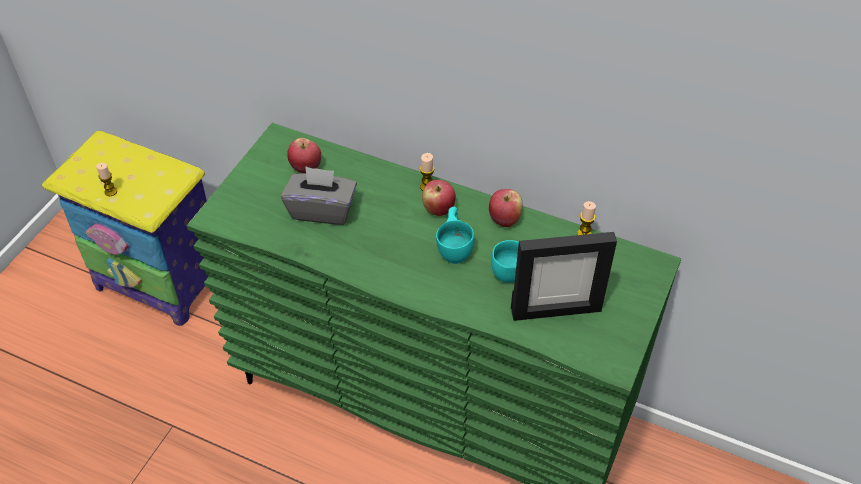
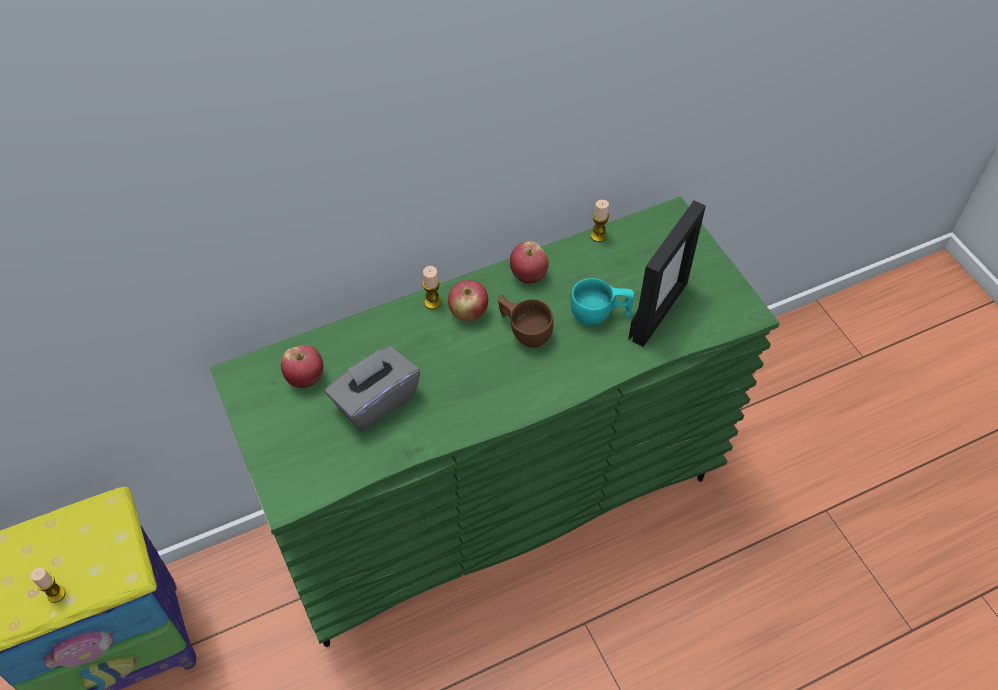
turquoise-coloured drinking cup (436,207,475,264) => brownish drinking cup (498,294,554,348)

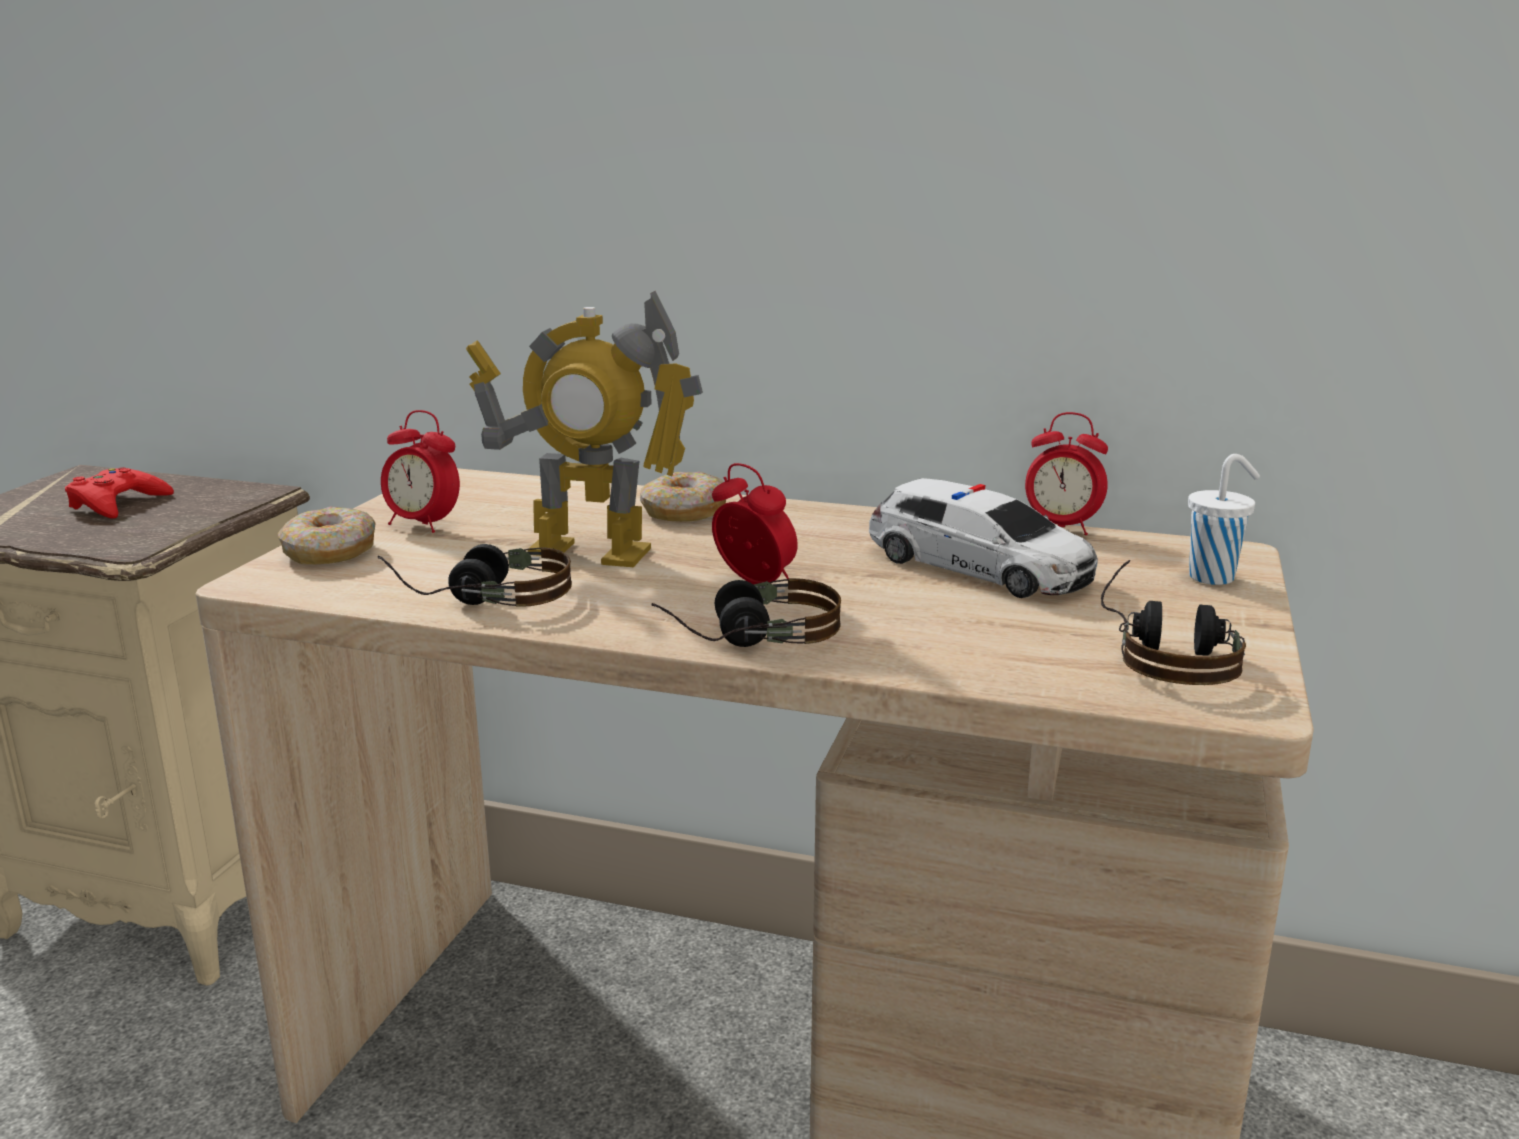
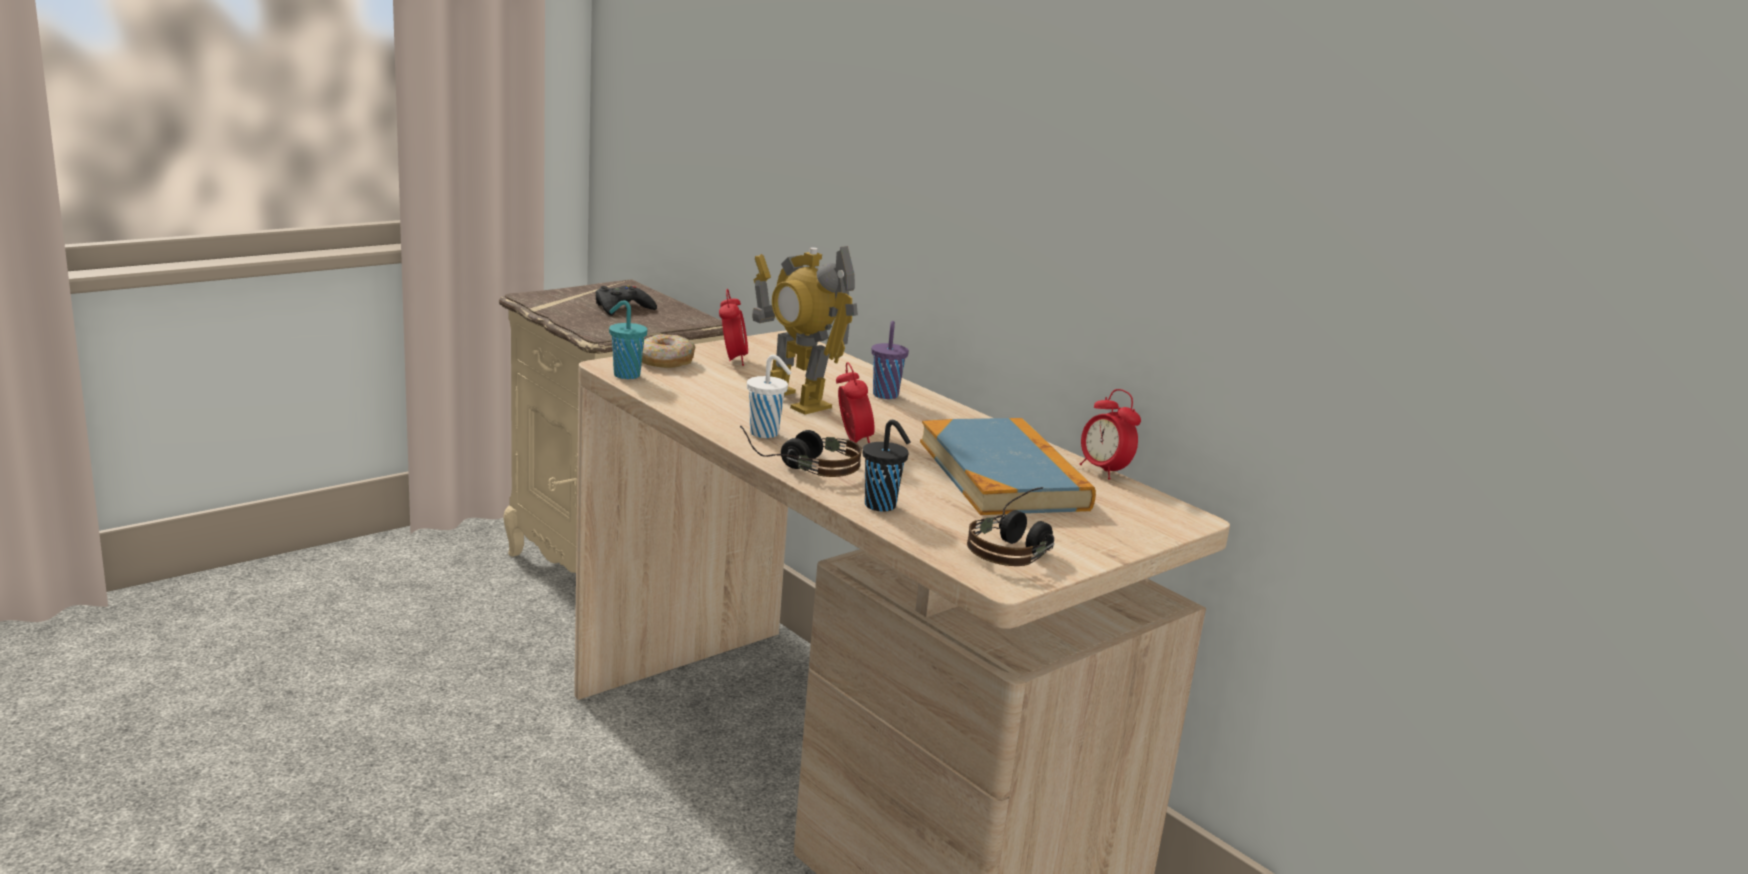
reddish gamepad (65,467,174,518) => black gamepad (595,286,657,316)
nothing => turquoise-coloured drinking cup (609,300,647,379)
bedside clock (381,410,460,533) => bedside clock (719,289,748,366), 150 degrees counterclockwise
whitish drinking cup (1188,454,1260,585) => whitish drinking cup (747,355,792,438), move
nothing => black drinking cup (863,420,911,512)
ring doughnut (640,471,726,522) => purple-coloured drinking cup (871,321,909,399)
model car (869,478,1098,598) => volume (920,418,1096,515)
headset (377,544,572,607) => nothing

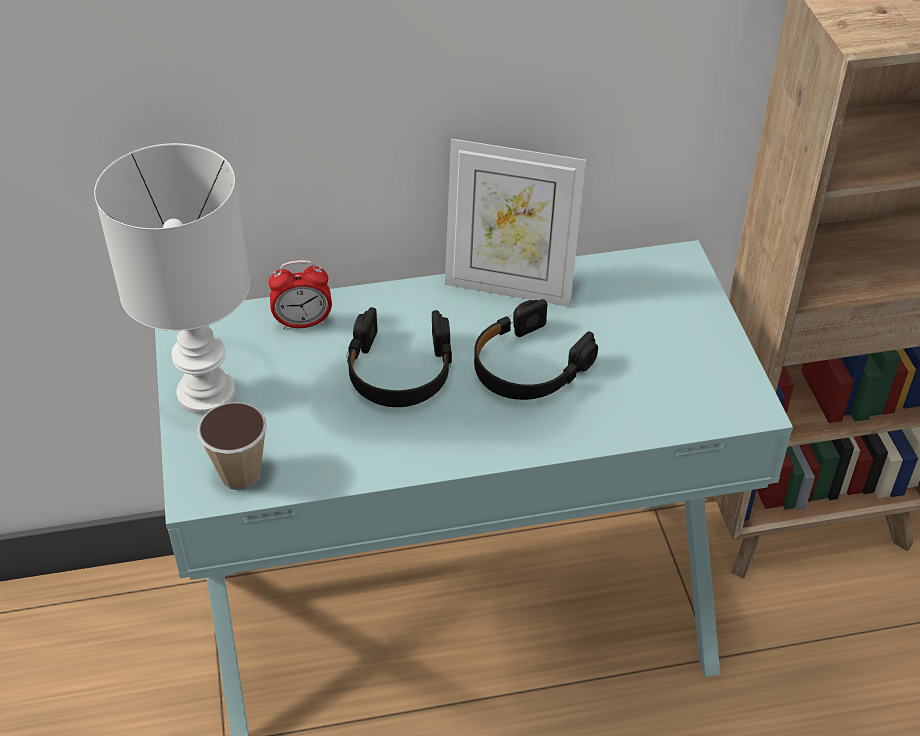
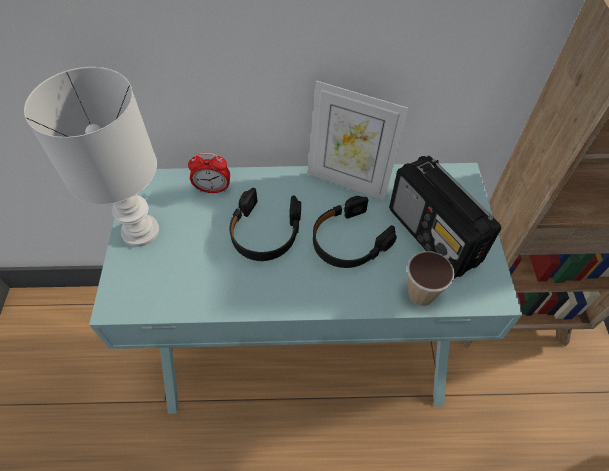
nothing => radio set (389,156,501,279)
drinking cup (197,402,267,490) => drinking cup (407,251,455,306), move

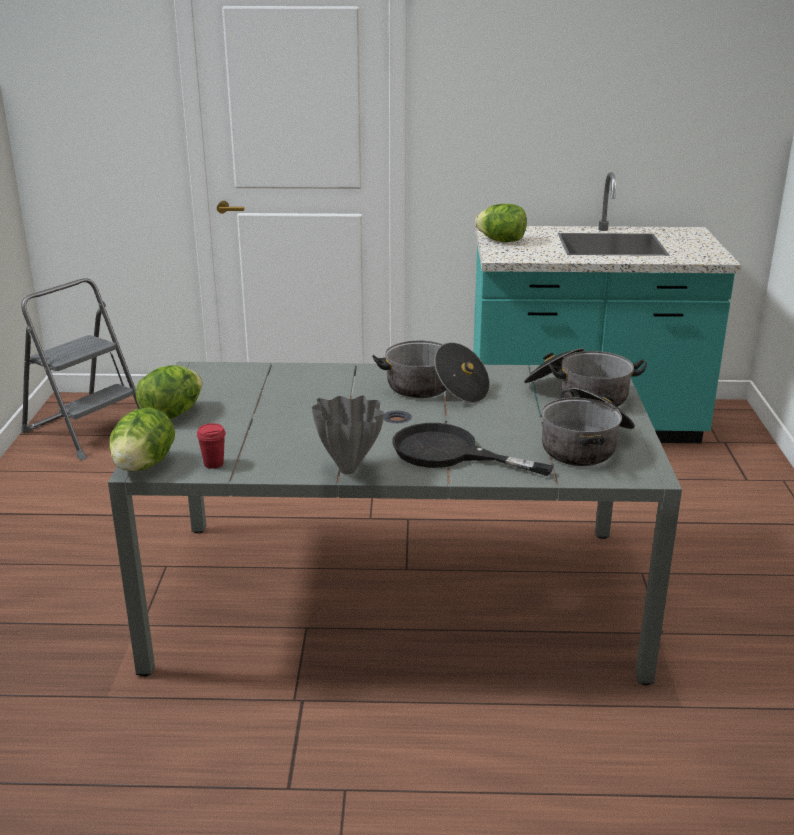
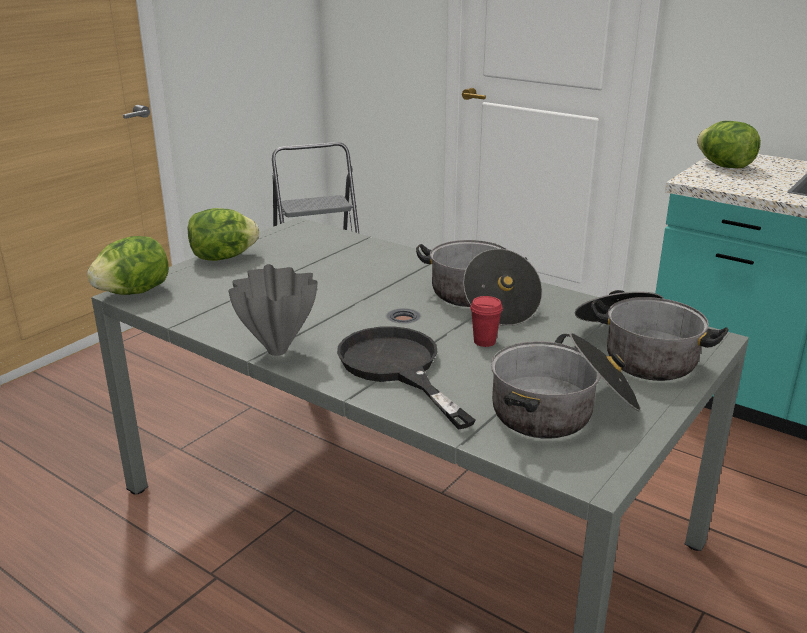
reddish drinking cup (197,423,226,469) => reddish drinking cup (470,296,503,347), move

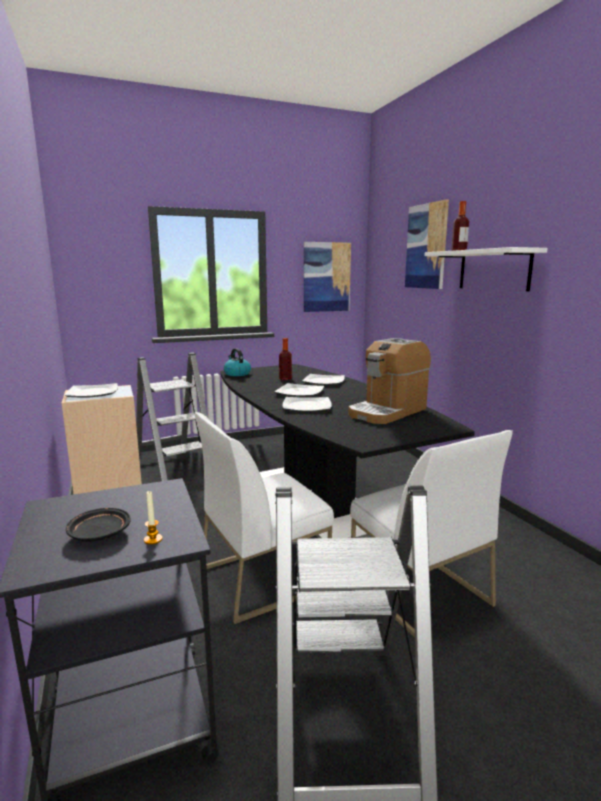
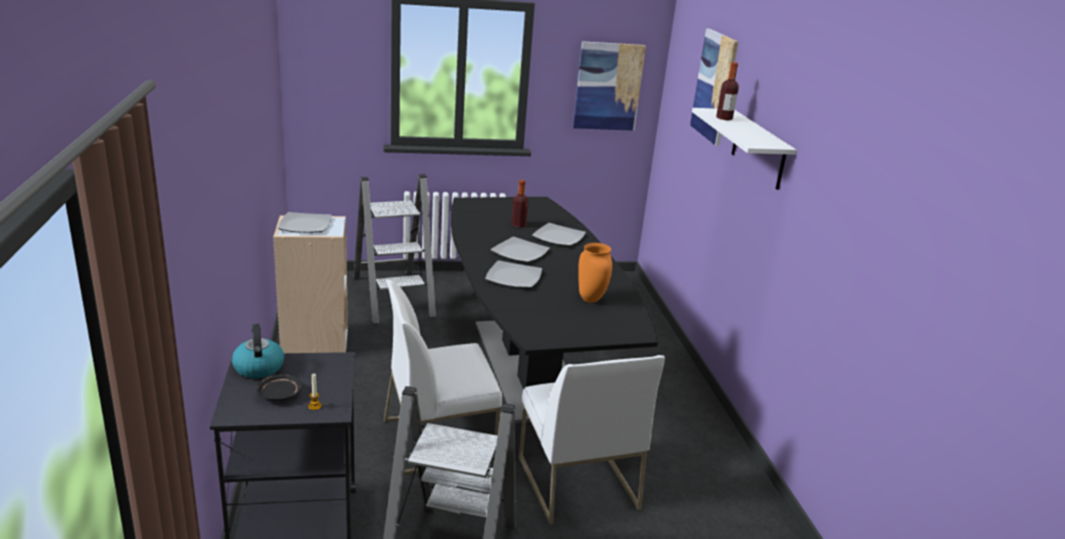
water kettle (224,348,251,376) => water kettle (232,324,284,378), move
coffee maker (348,338,431,424) => orangey flower vase (578,243,612,303)

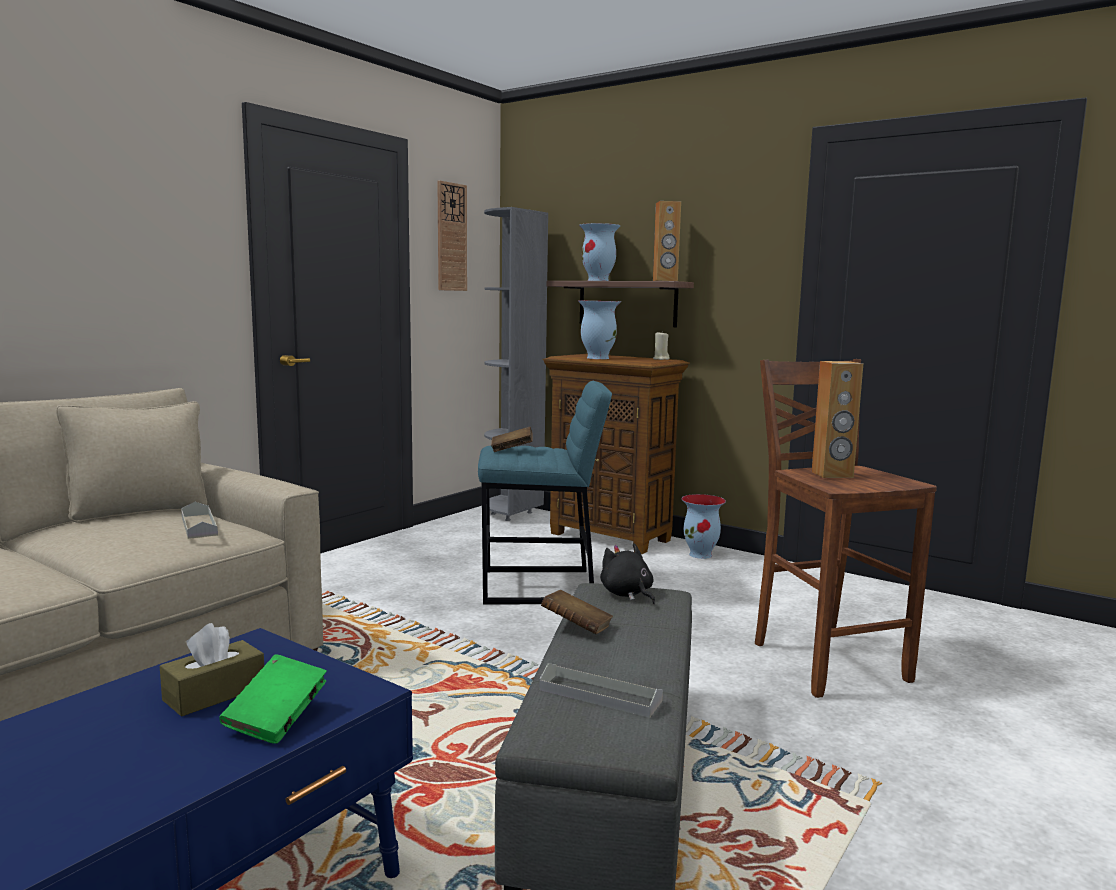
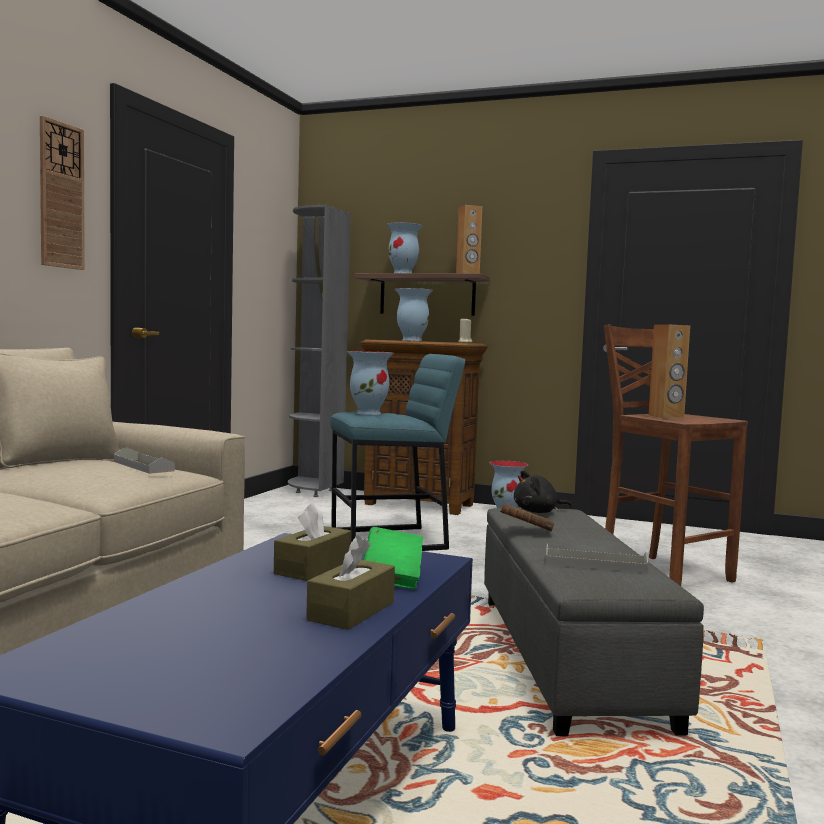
wall clock (437,180,467,291) => wall clock (40,116,85,270), move
nothing => brownish tissue box (306,535,395,630)
brownish volume (491,427,533,452) => flower vase (347,351,394,415)
black plush toy (600,543,655,604) => black plush toy (514,471,572,513), 60 degrees counterclockwise

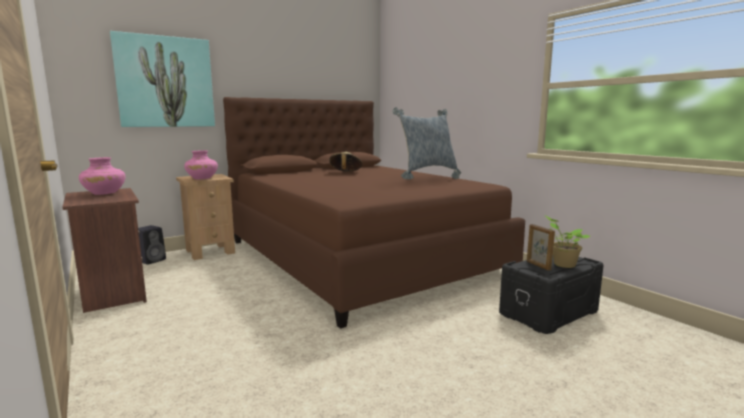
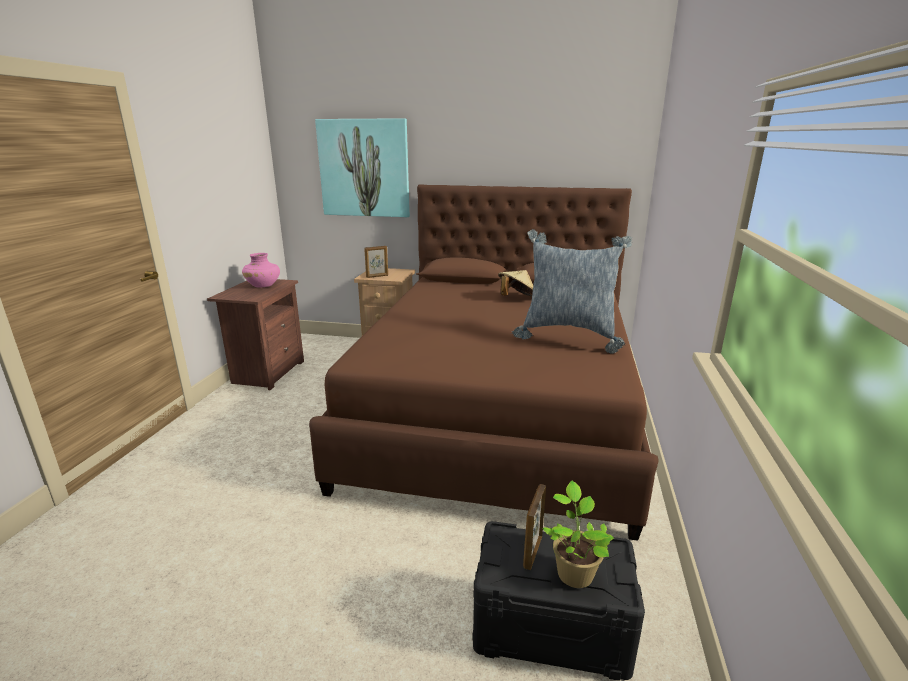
pink flower vase (184,150,218,179) => picture frame (364,246,388,278)
black speaker (138,225,166,265) => nothing

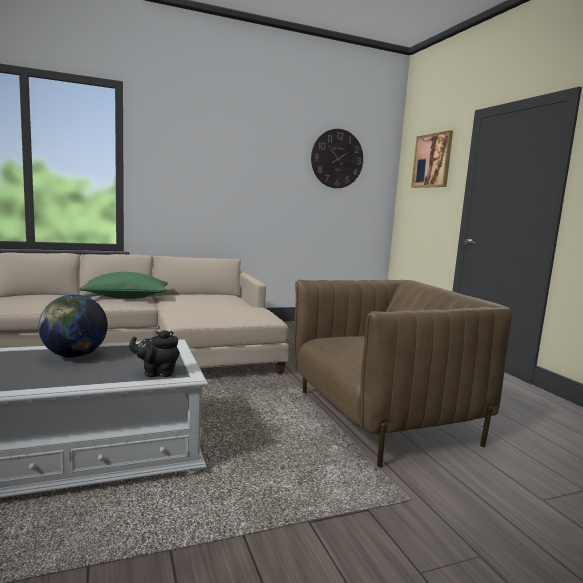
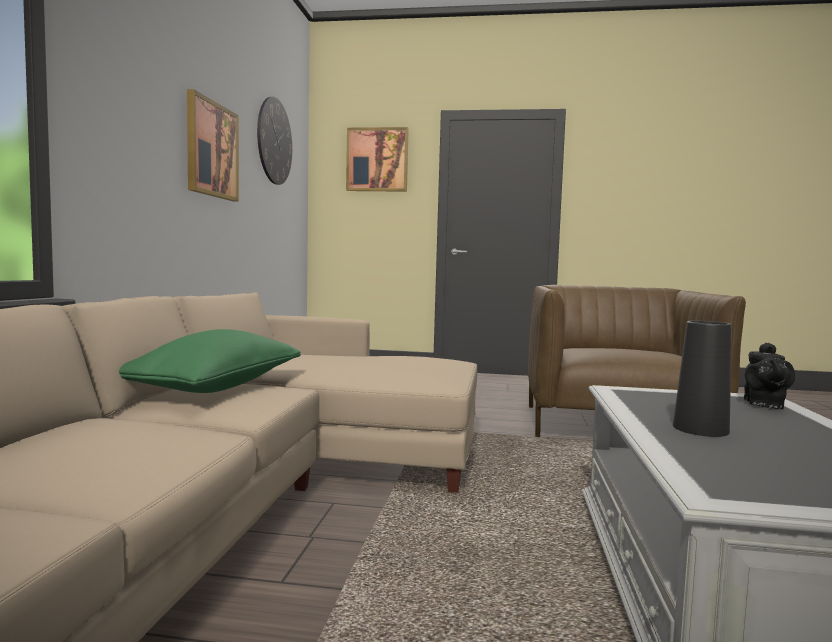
nothing => picture (187,89,239,201)
desk globe (38,294,108,358) => black flower vase (673,321,732,437)

